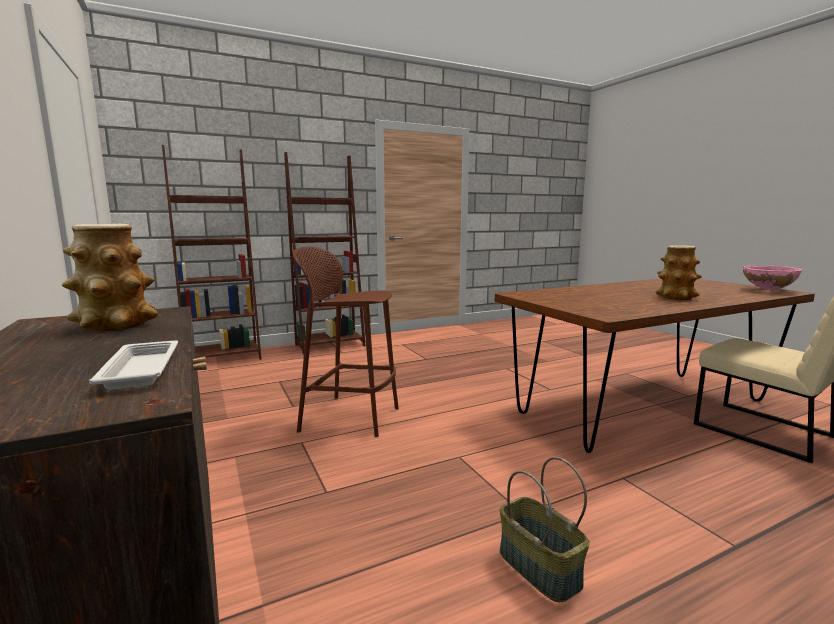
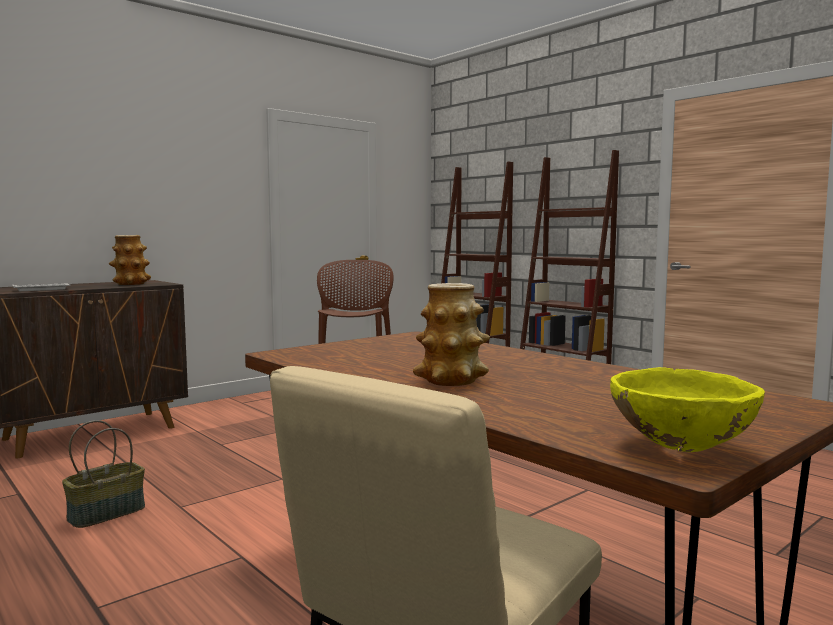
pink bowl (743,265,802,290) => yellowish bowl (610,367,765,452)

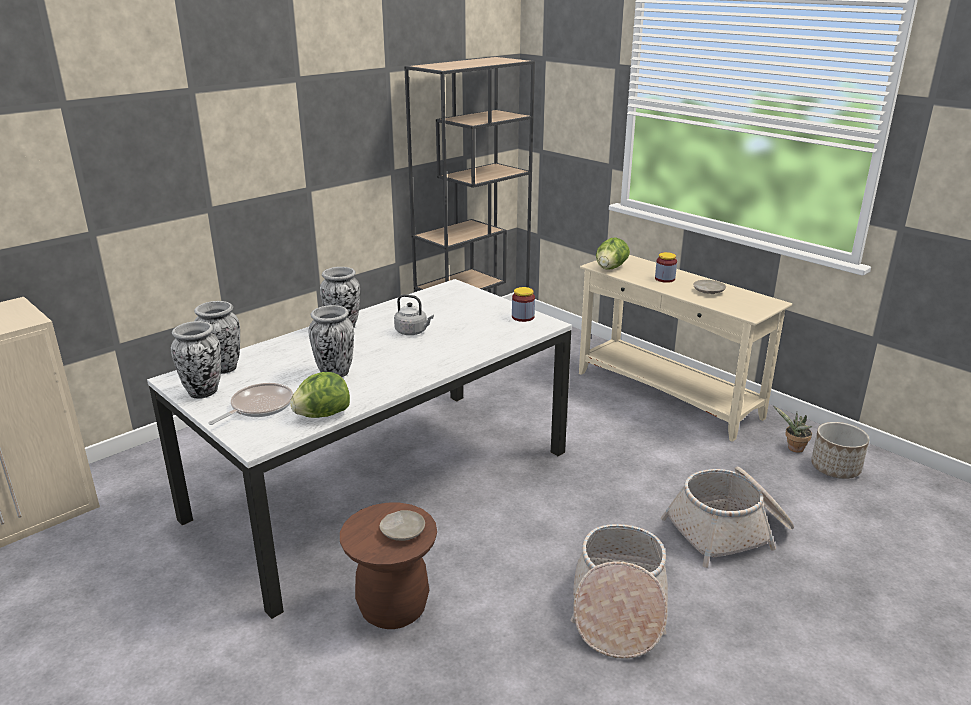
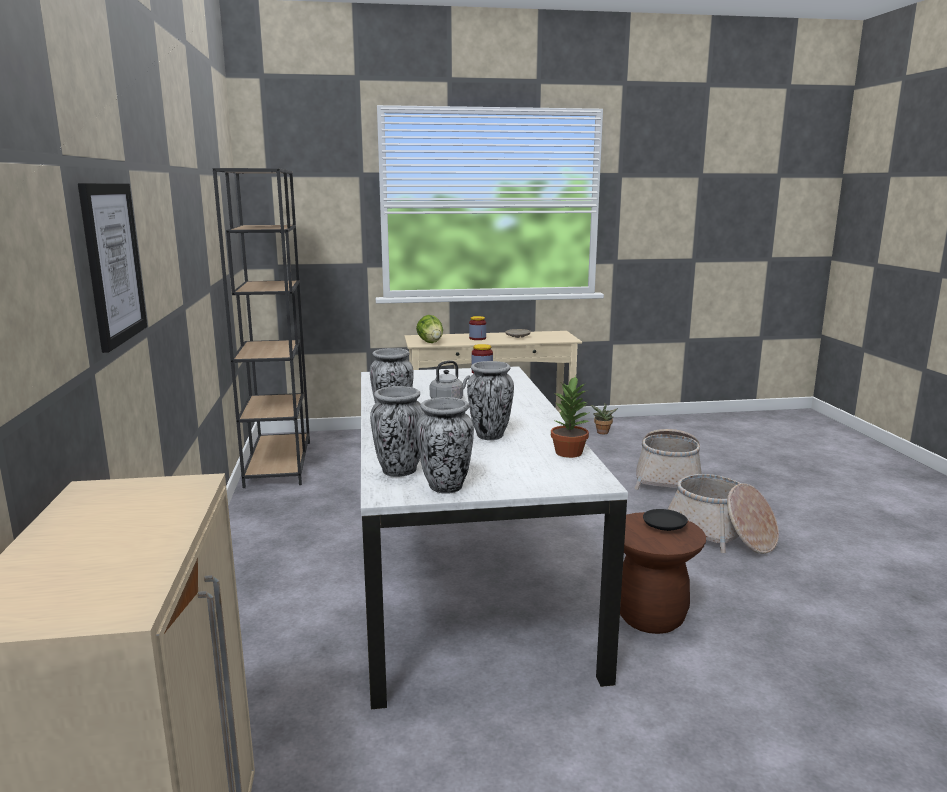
nothing => picture (78,183,147,353)
lettuce (290,372,350,418) => potted plant (551,376,590,458)
beige-coloured plate (379,510,425,541) => black plate (643,509,688,531)
skillet (208,383,293,425) => nothing
plant pot (811,422,869,479) => nothing

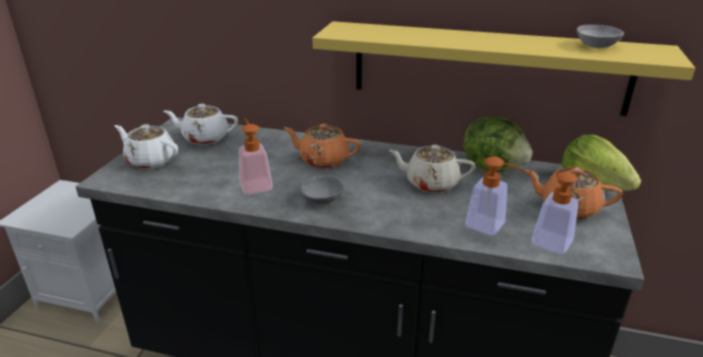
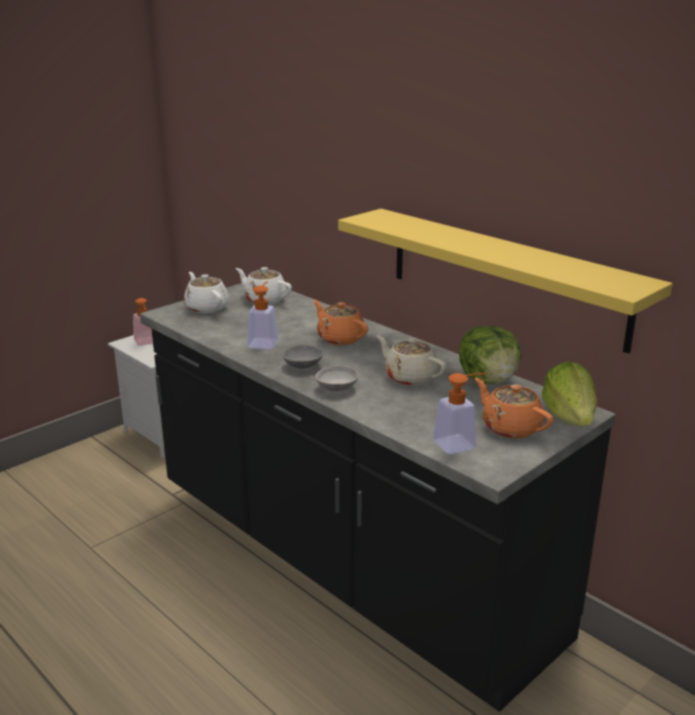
soap dispenser (465,156,527,236) => soap dispenser (133,298,153,346), move
gray bowl (577,25,624,48) => gray bowl (316,366,358,392), move

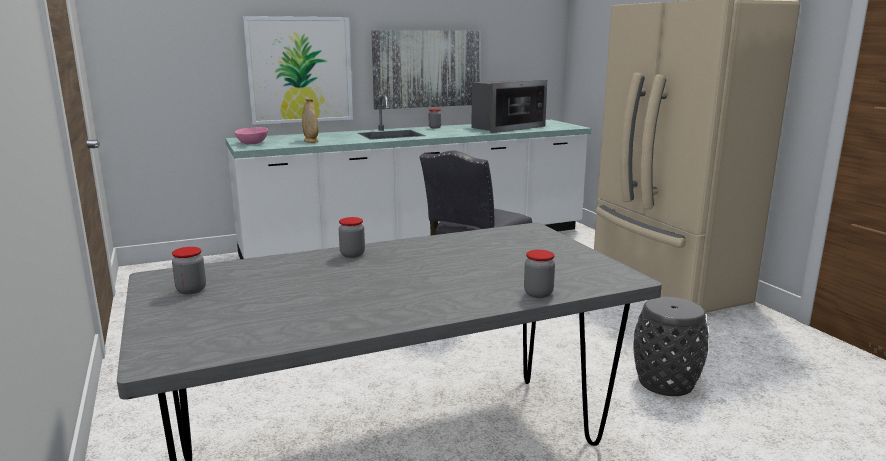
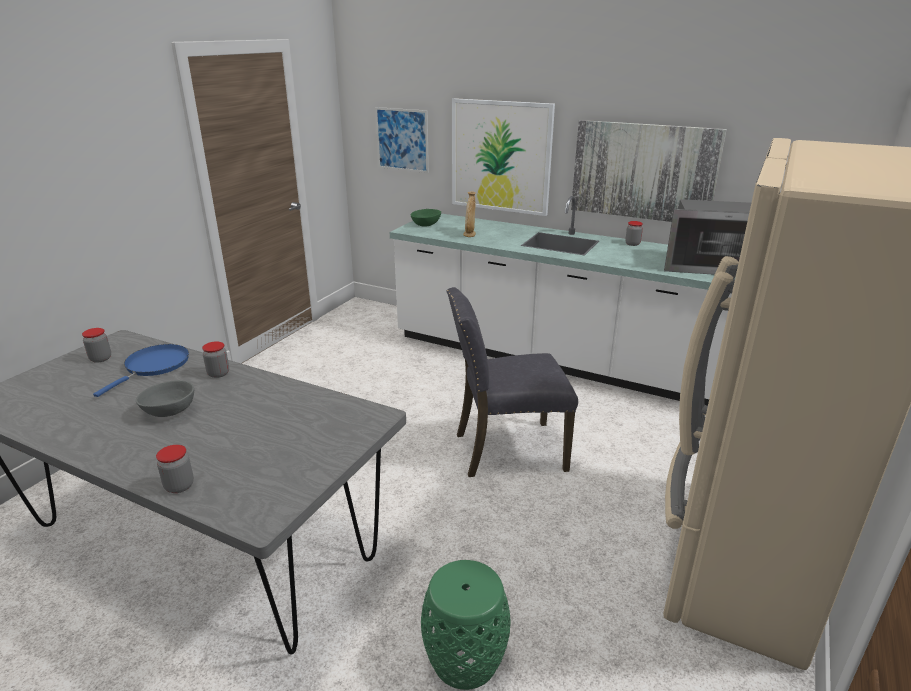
nothing => bluish skillet (93,344,189,397)
nothing => gray bowl (136,380,194,417)
nothing => picture (375,107,429,173)
pink bowl (235,127,268,144) => green-coloured bowl (410,209,441,227)
gray sitting stool (633,297,708,396) => green-coloured sitting stool (421,560,510,690)

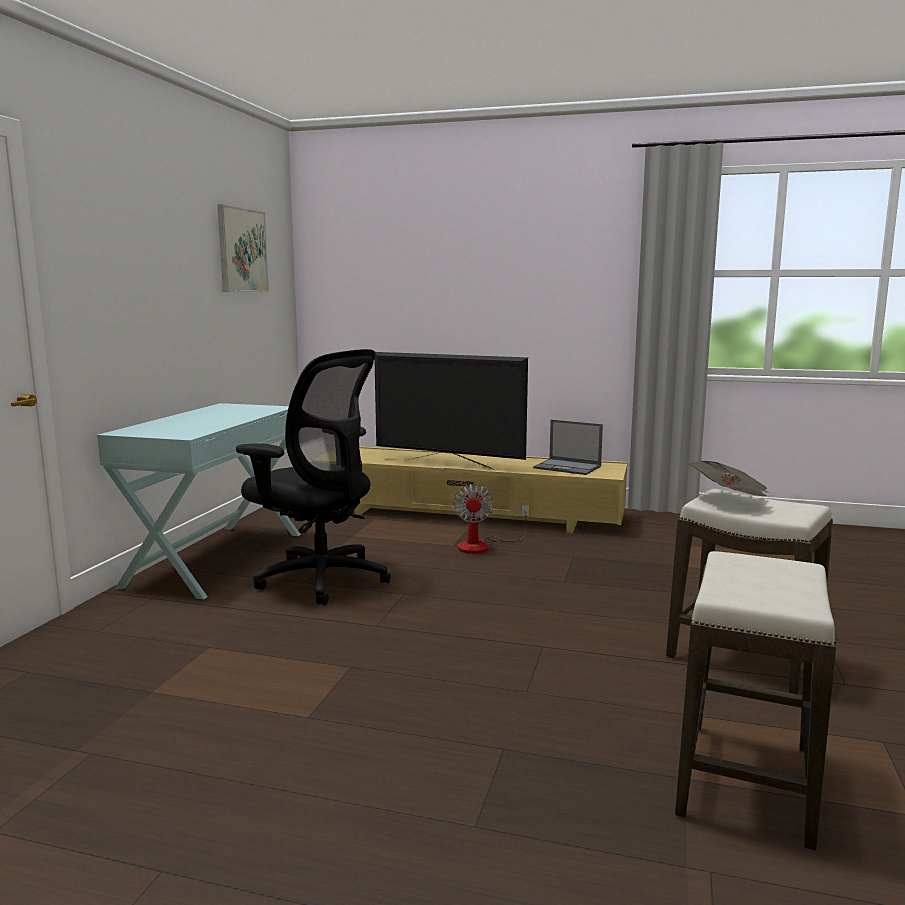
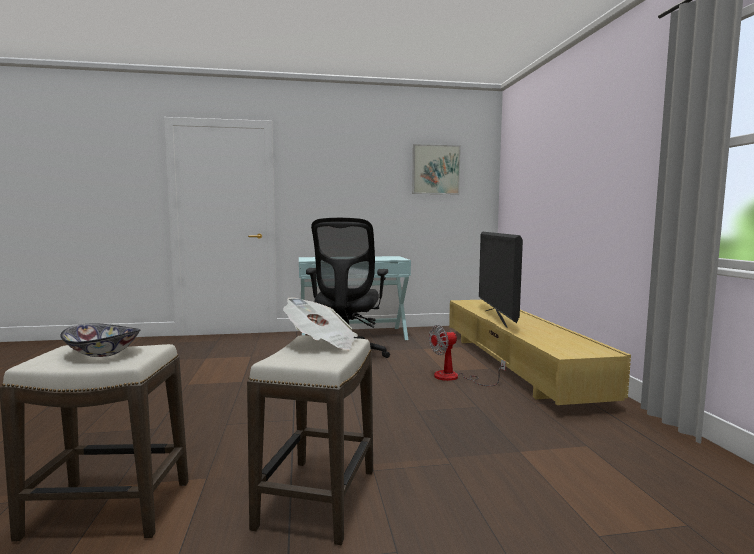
nothing => bowl (60,323,141,357)
portable computer (533,420,603,475) => nothing

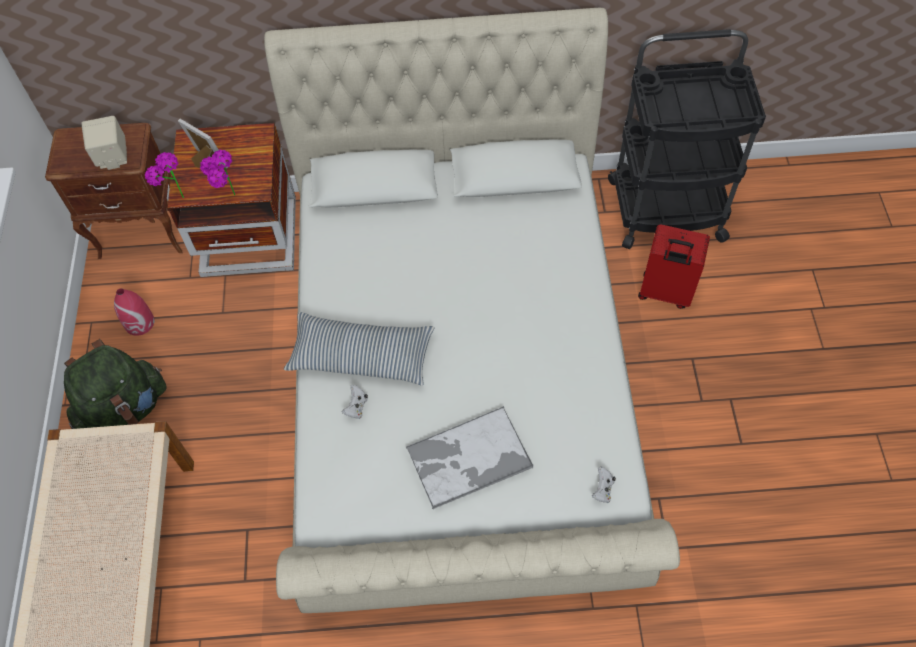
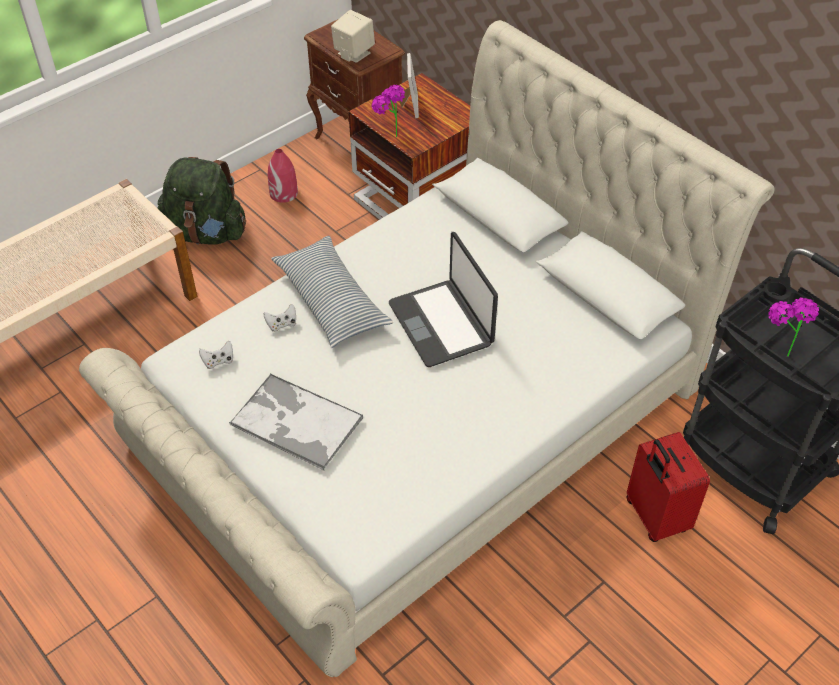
whitish gamepad (592,467,616,503) => whitish gamepad (199,340,233,369), move
nothing => portable computer (389,232,498,367)
potted plant (145,152,184,198) => potted plant (768,297,819,357), move

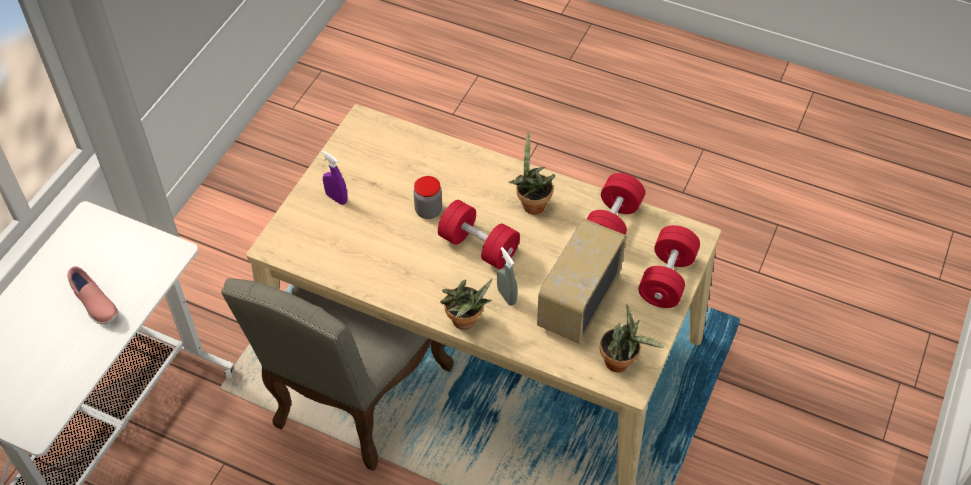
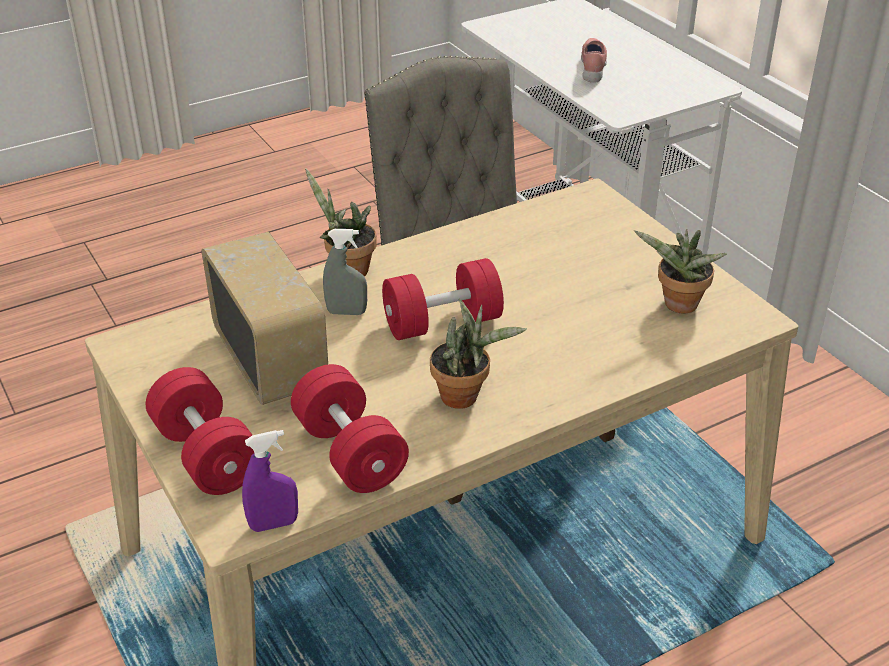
purple-coloured hand sprayer (321,150,348,205) => purple-coloured hand sprayer (242,430,298,532), move
pink low shoe (67,266,119,325) => pink low shoe (581,38,607,83), 105 degrees clockwise
potted plant (600,305,664,373) => potted plant (634,229,727,313), move
storage jar (414,176,442,219) => nothing

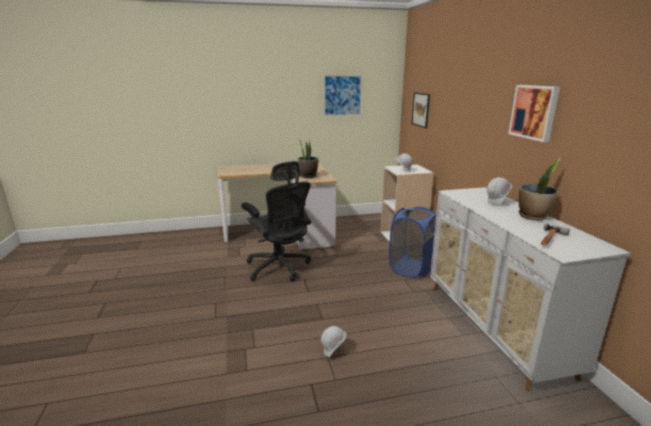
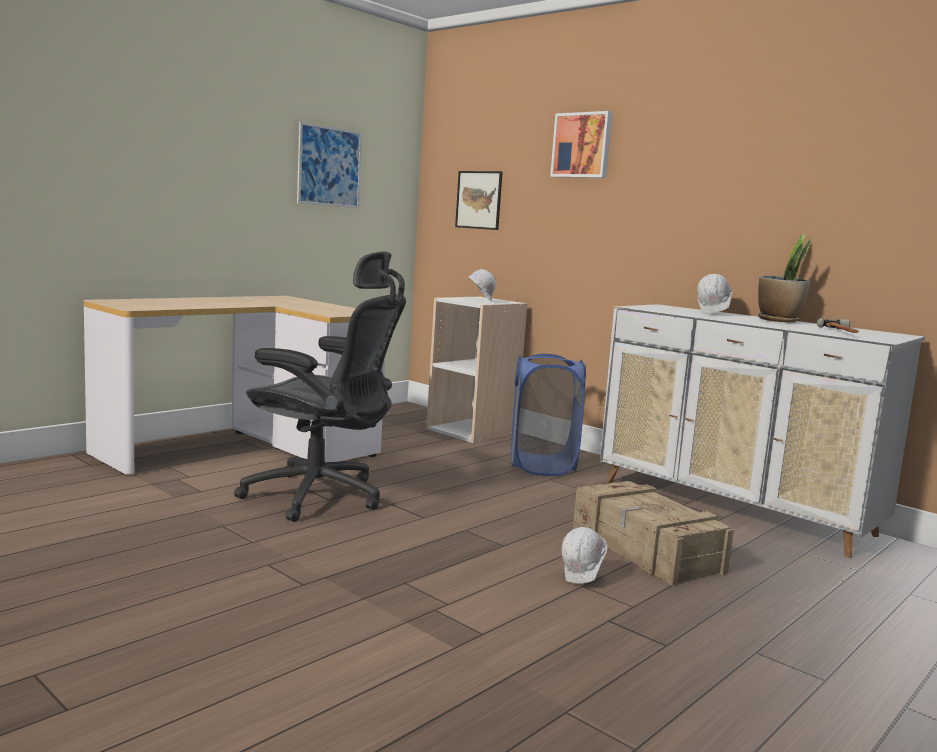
picture (508,85,560,142) => picture (550,111,613,178), move
nothing => crate (573,481,734,586)
potted plant (298,138,319,178) => nothing

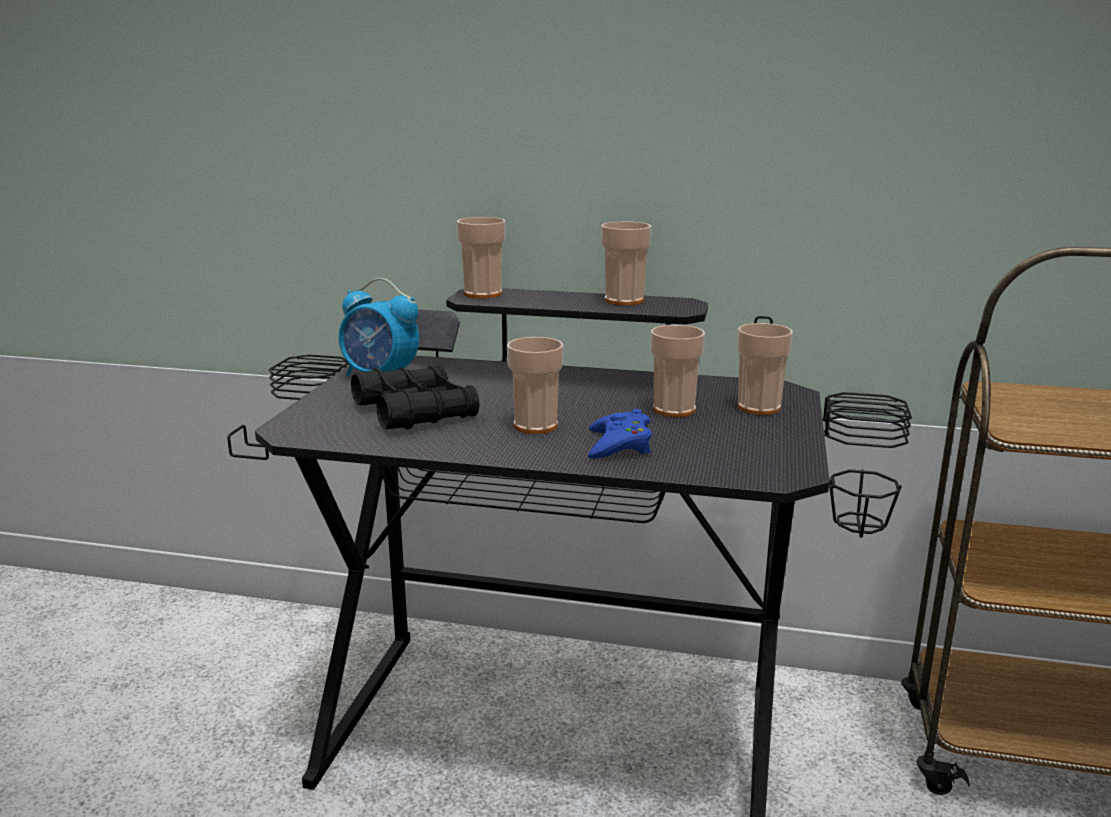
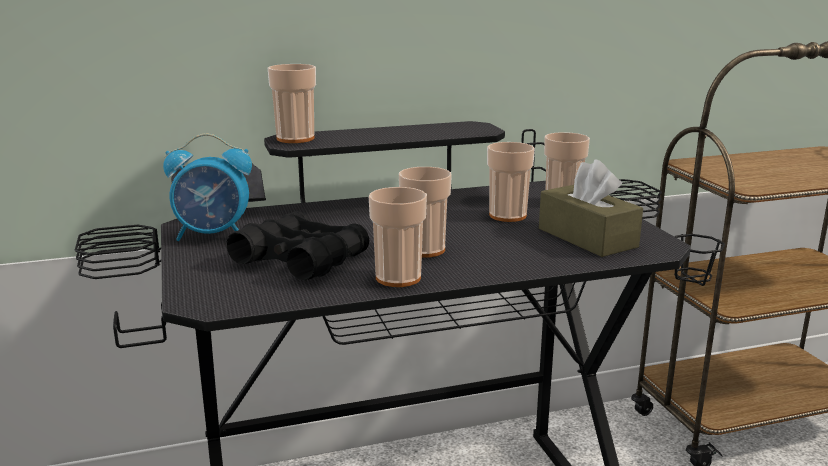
drinking cup (601,221,651,305) => drinking cup (369,187,427,287), move
nothing => brownish tissue box (539,159,643,257)
bluish gamepad (588,409,652,459) => nothing

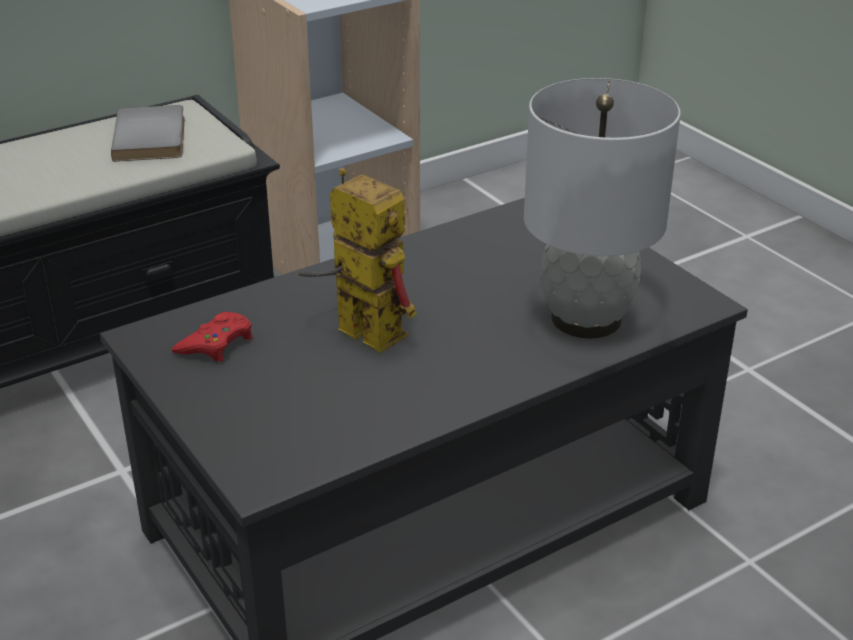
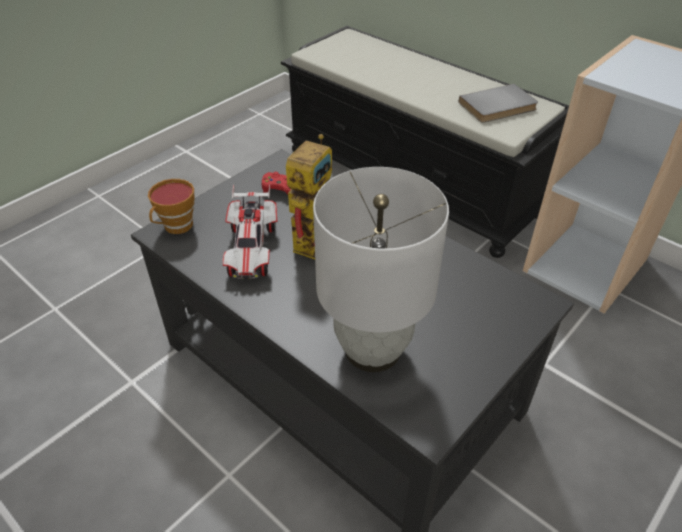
nothing => drinking cup (148,179,194,234)
nothing => model car (223,184,277,279)

